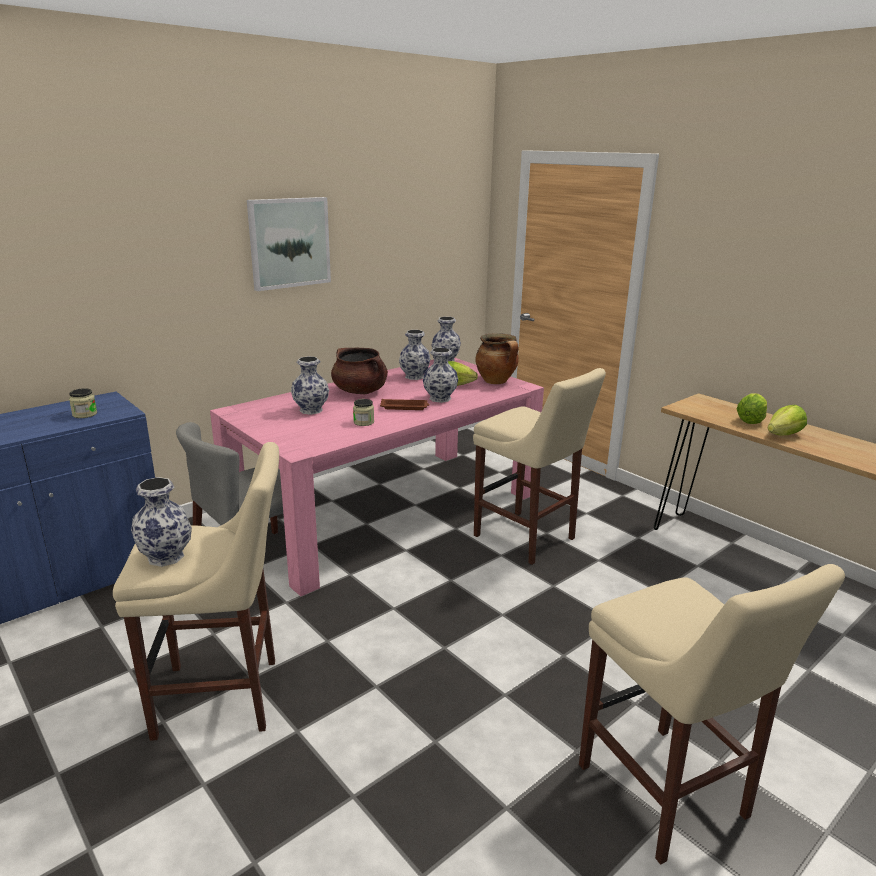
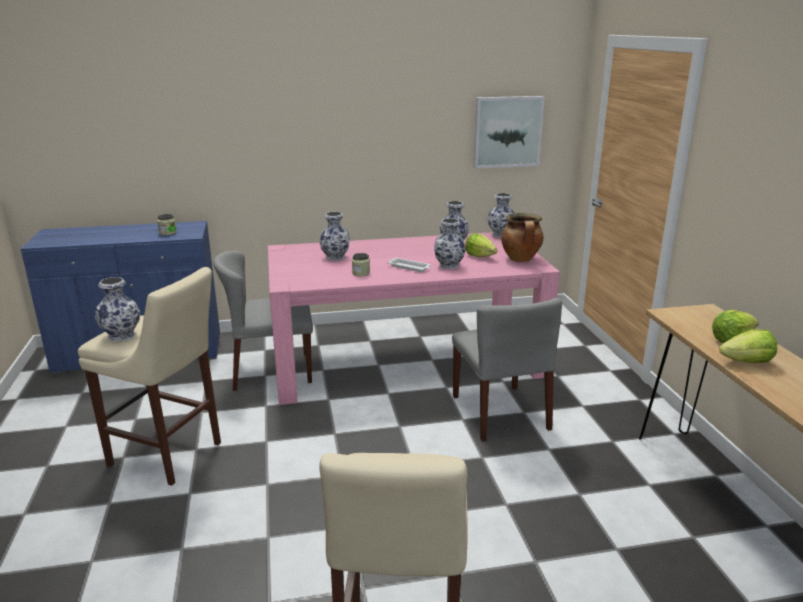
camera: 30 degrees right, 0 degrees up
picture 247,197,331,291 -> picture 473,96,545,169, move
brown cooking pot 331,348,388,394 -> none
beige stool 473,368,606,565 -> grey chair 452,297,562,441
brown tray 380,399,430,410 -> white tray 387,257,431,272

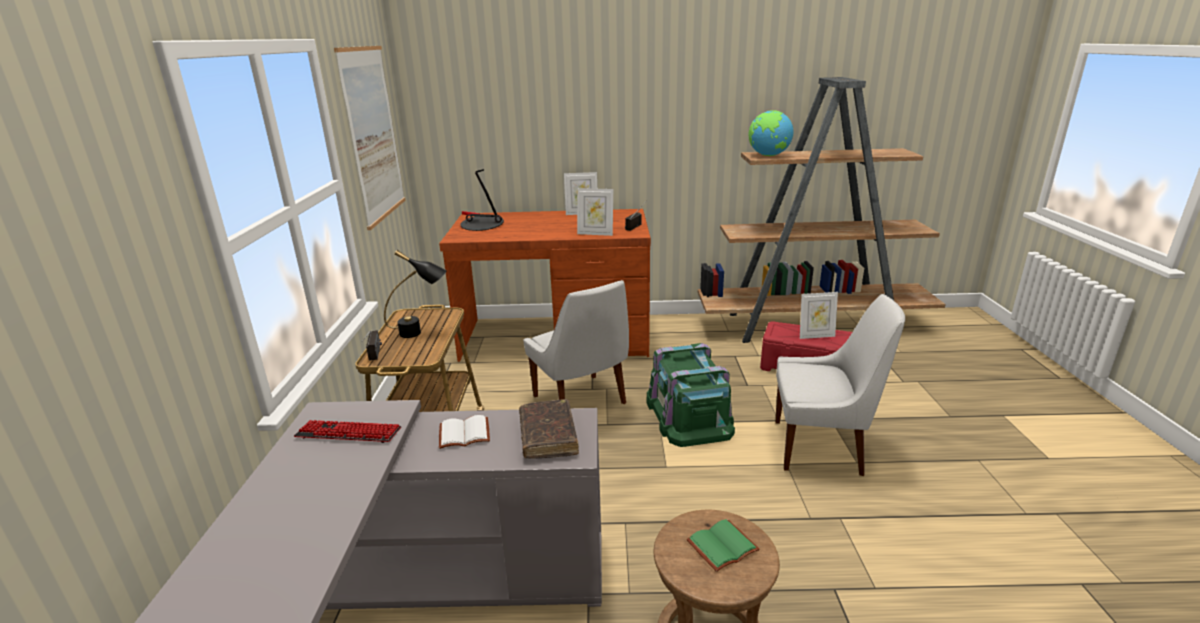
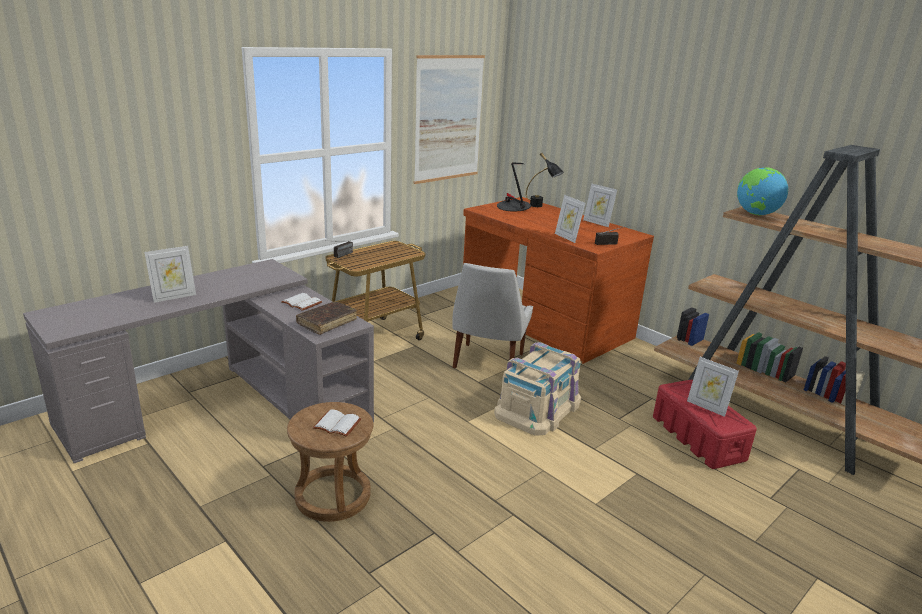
camera: 45 degrees right, 0 degrees up
black table lamp 384,250,447,338 -> black table lamp 526,153,564,207, move
white chair 775,294,905,476 -> none
green storage box 646,343,735,447 -> beige storage box 494,342,581,436
keyboard 294,420,401,443 -> none
green book 686,519,760,572 -> white book 313,410,362,437
none -> picture frame 144,246,196,303

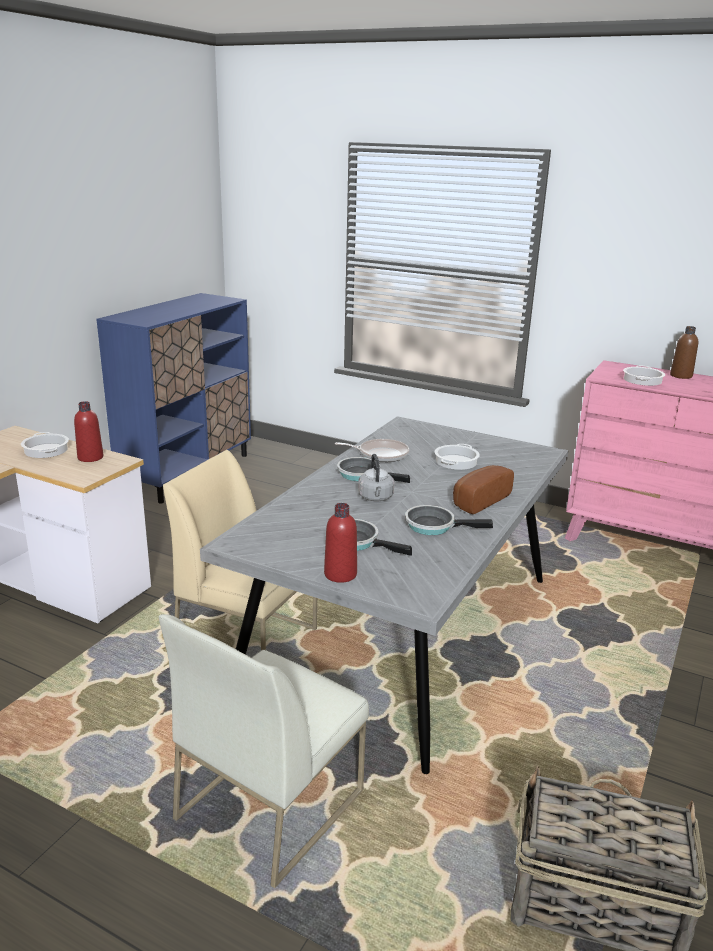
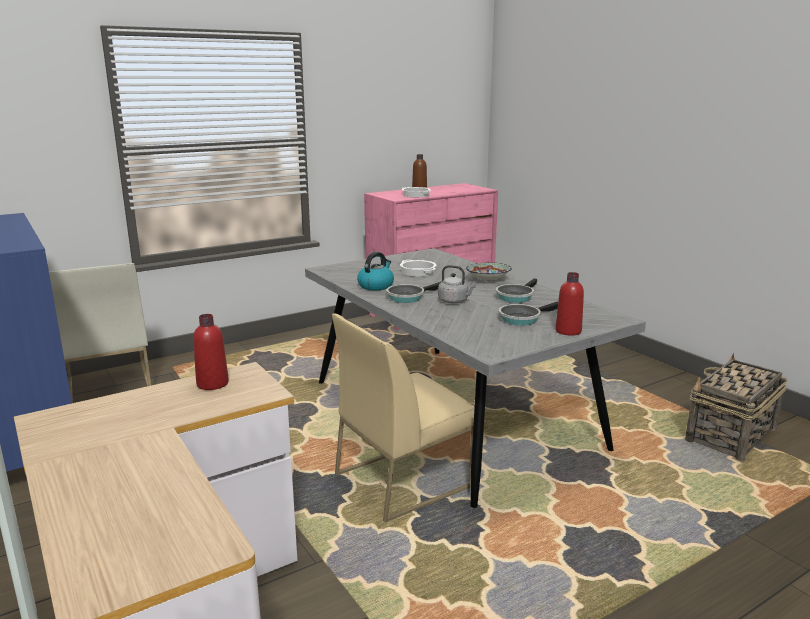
camera: 60 degrees left, 5 degrees down
cooking pot 21,432,69,458 -> none
frying pan 335,439,409,462 -> kettle 357,252,394,290
bread 453,465,514,514 -> bowl 466,263,512,281
white chair 159,614,369,888 -> white chair 49,263,151,403, move

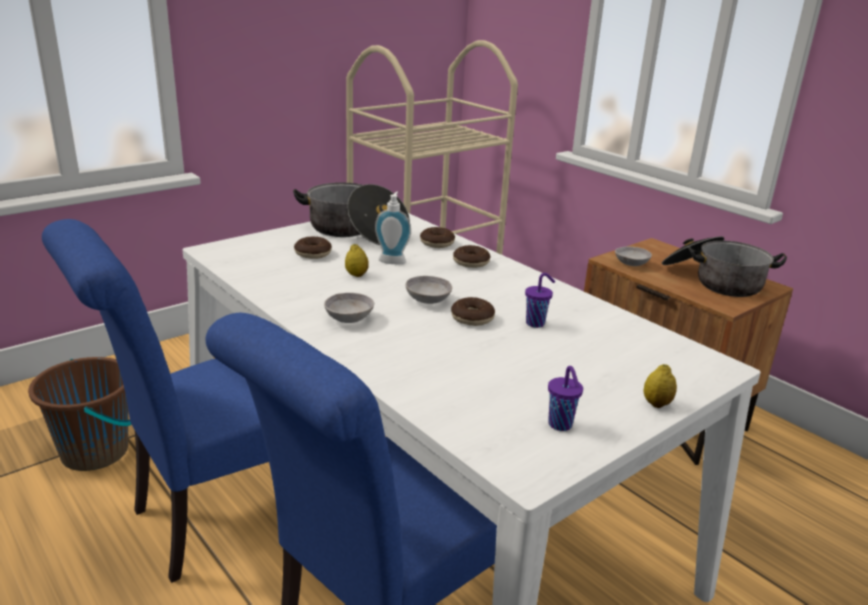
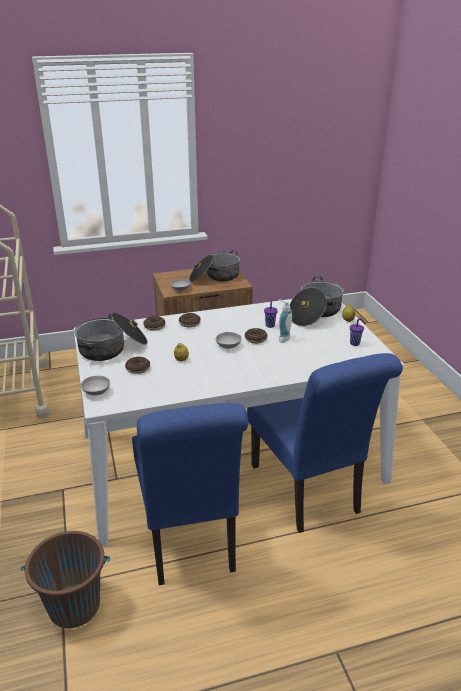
camera: 65 degrees left, 5 degrees up
soap dispenser 375,192,411,264 -> soap dispenser 279,300,292,343, move
grey bowl 324,293,374,323 -> grey bowl 81,376,110,395, move
none -> cooking pot 290,276,344,326

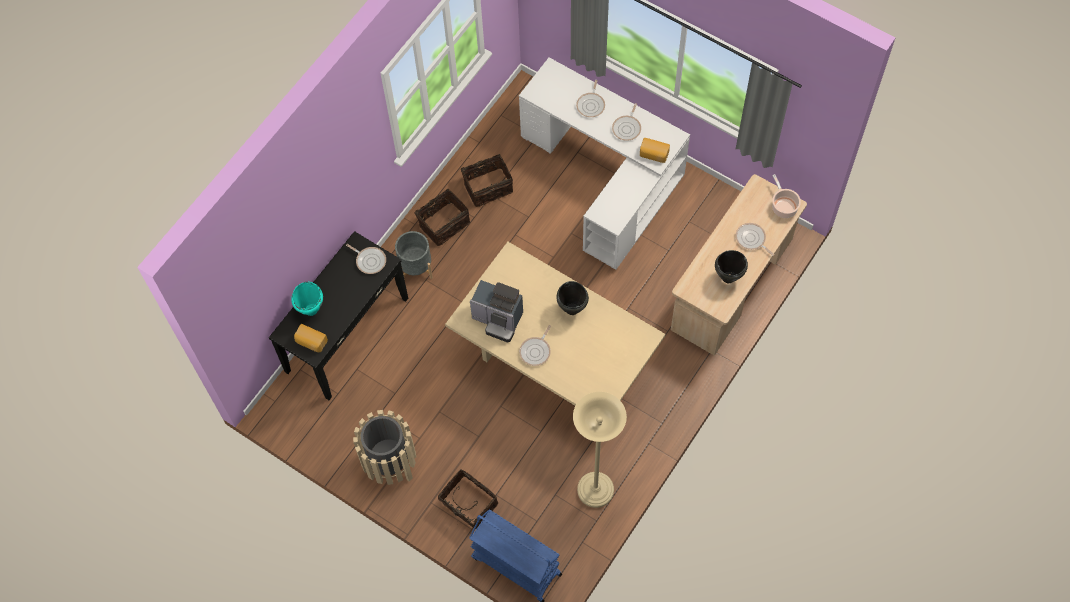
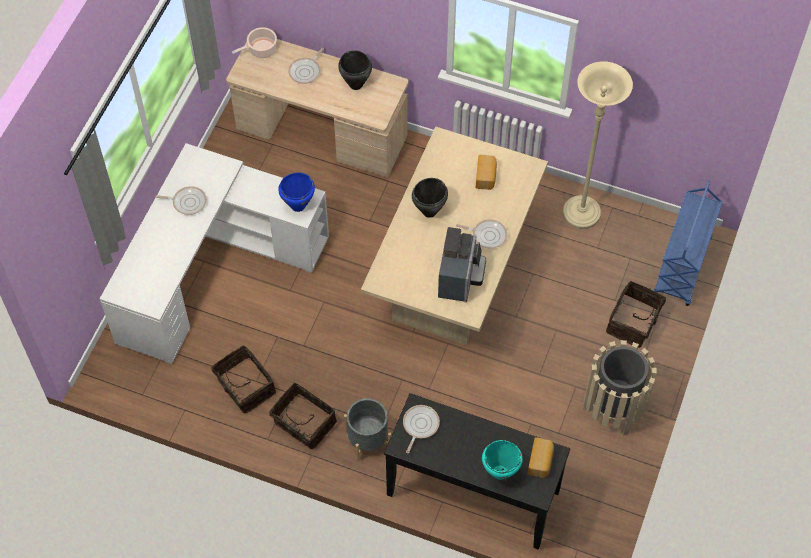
camera: 105 degrees left, 5 degrees down
frying pan 576,80,605,117 -> none
bread 640,138,670,163 -> bread 476,155,497,190, move
none -> blue cooking pot 278,172,315,212

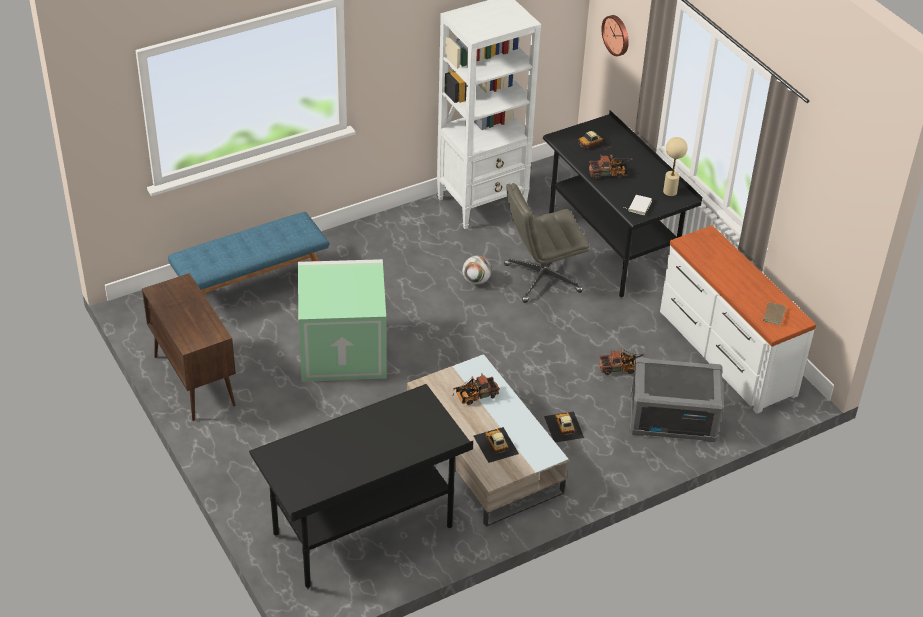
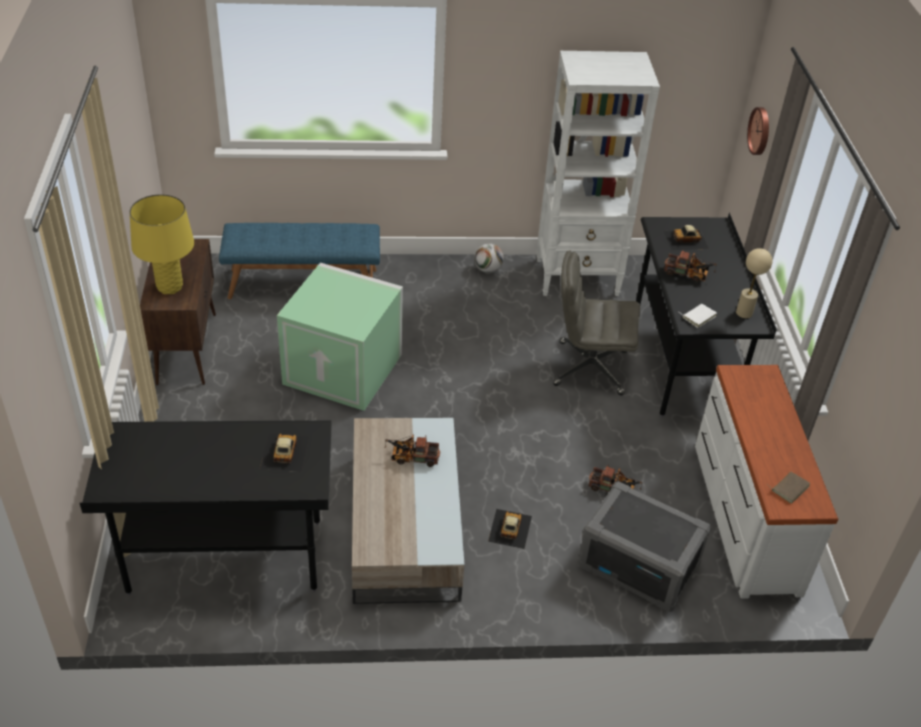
camera: 25 degrees right, 0 degrees up
football 462,256,491,285 -> football 474,243,504,273, move
toy car 474,427,519,463 -> toy car 260,433,309,472, move
none -> yellow table lamp 130,194,194,294

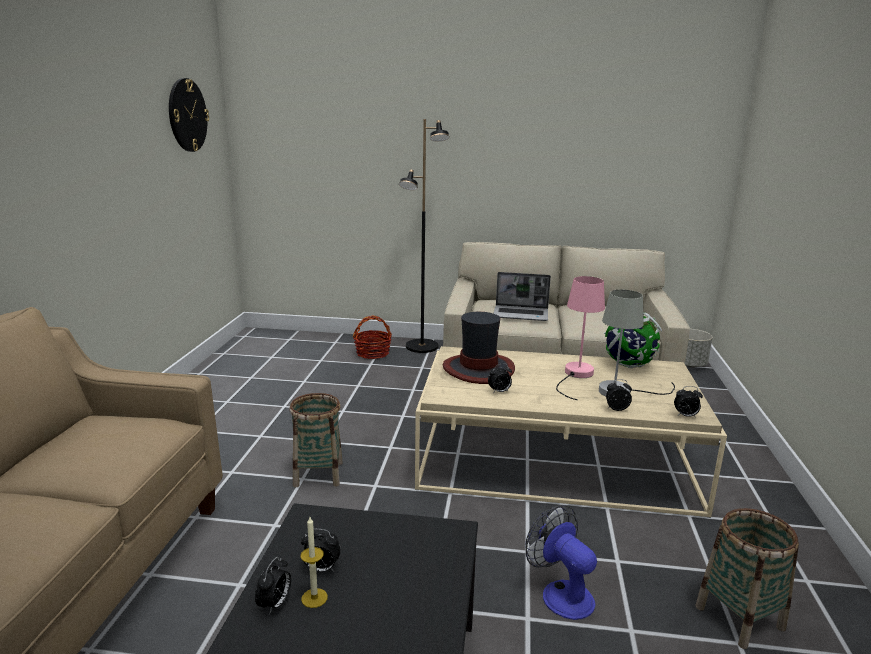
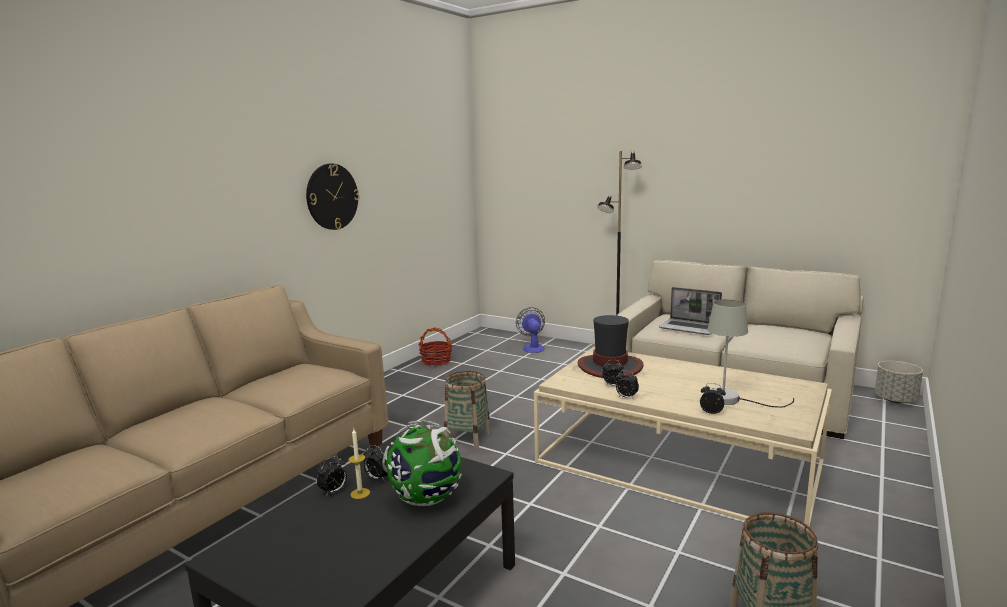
camera: 25 degrees right, 5 degrees down
wall clock 169,78,209,152 -> wall clock 306,164,359,230, move
pink table lamp 556,276,605,400 -> none
globe 604,312,662,368 -> globe 382,420,462,506, move
basket 352,315,392,359 -> basket 419,327,452,366, move
alarm clock 674,386,703,417 -> alarm clock 616,370,639,398, move
fan 525,505,597,620 -> fan 516,307,545,353, move

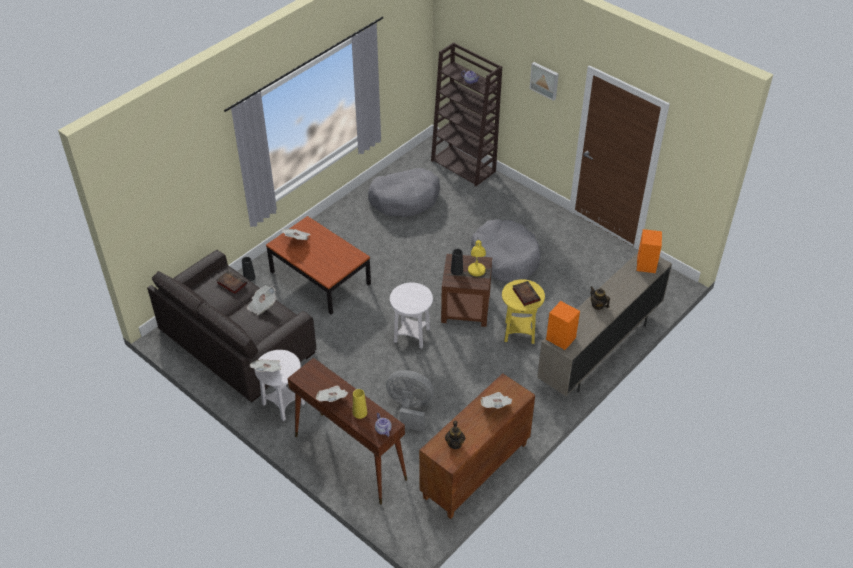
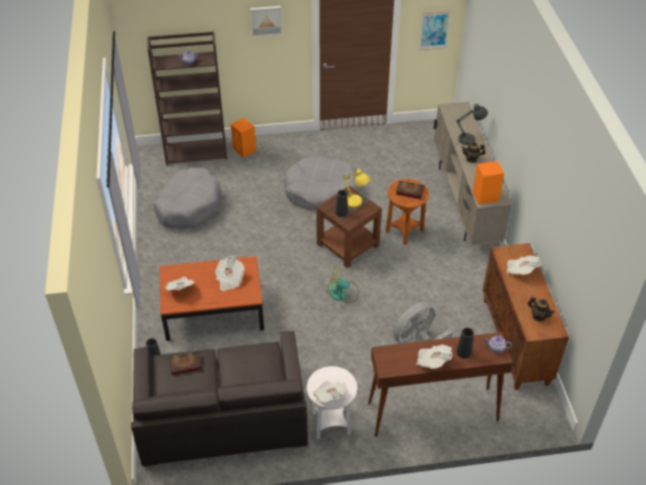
camera: 50 degrees left, 0 degrees up
orange speaker 637,229,662,273 -> orange speaker 231,118,256,158, move
yellow side table 502,279,545,344 -> brown side table 385,179,429,245
white side table 390,282,433,348 -> fan 327,265,359,303
newspaper 247,285,276,315 -> newspaper 215,256,245,291, move
yellow vase 353,389,367,419 -> black vase 456,328,474,359
none -> picture 419,11,450,50
none -> grey table lamp 456,104,488,145

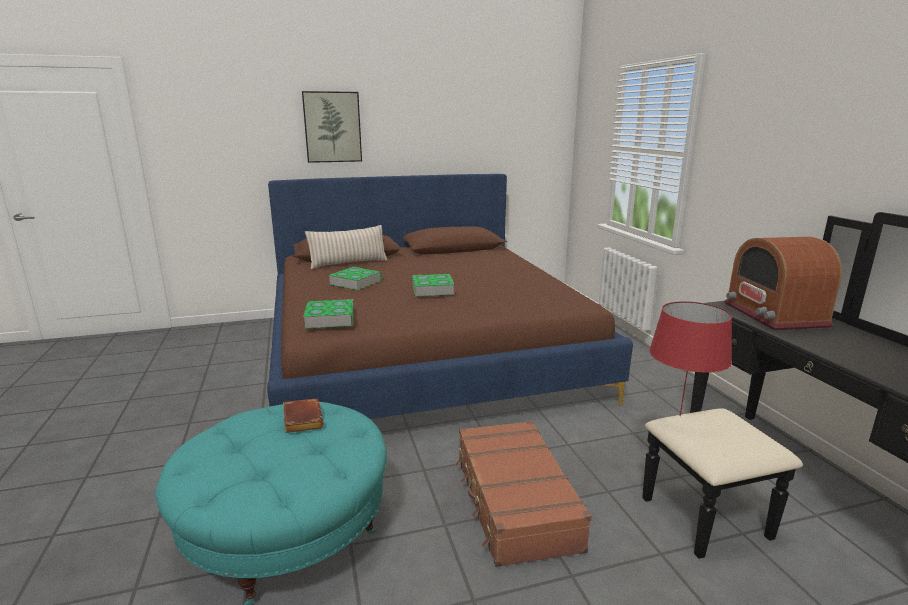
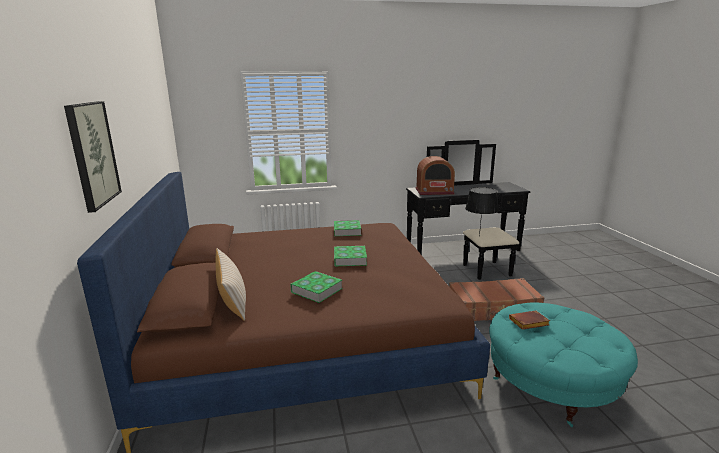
camera: 85 degrees left, 0 degrees up
book 303,299,354,329 -> book 334,220,361,236, move
red table lamp 649,301,732,416 -> black table lamp 465,187,499,237

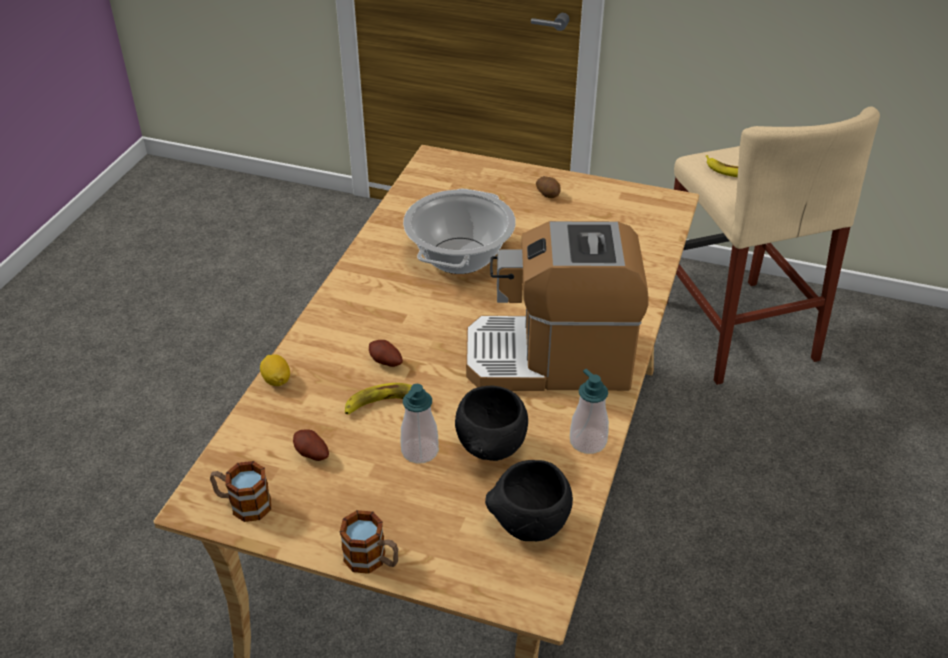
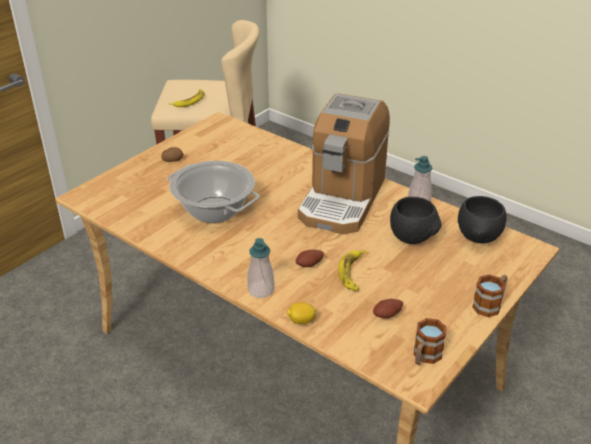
camera: 70 degrees left, 5 degrees down
soap dispenser 401,384,439,463 -> soap dispenser 248,238,275,298, move

